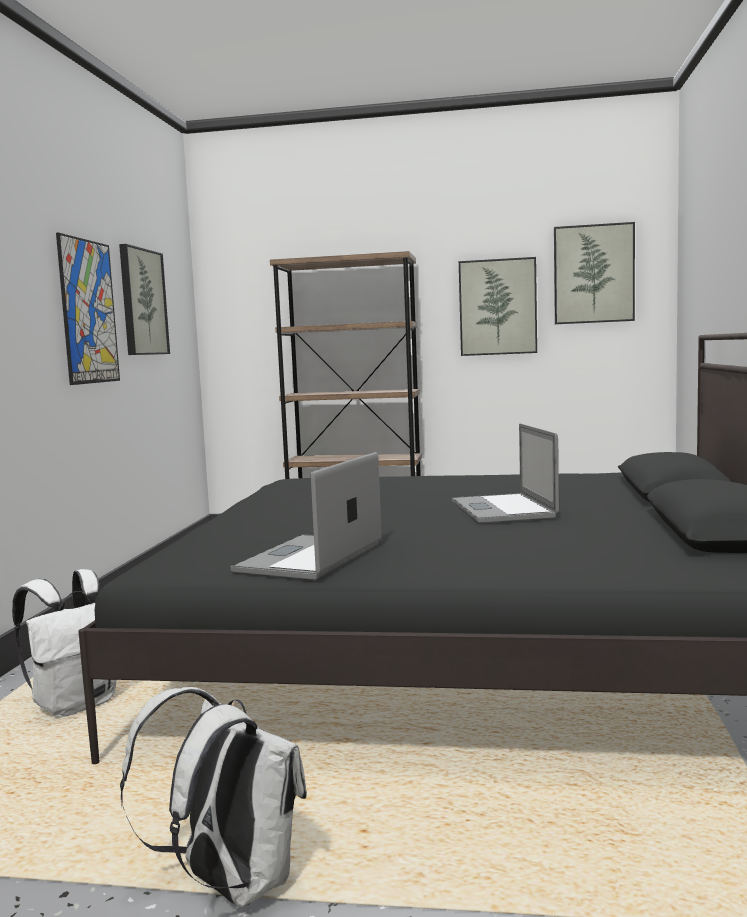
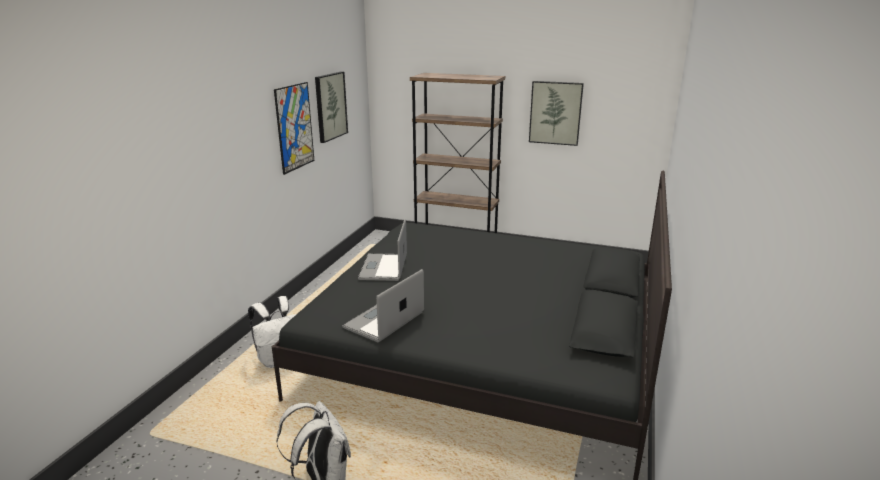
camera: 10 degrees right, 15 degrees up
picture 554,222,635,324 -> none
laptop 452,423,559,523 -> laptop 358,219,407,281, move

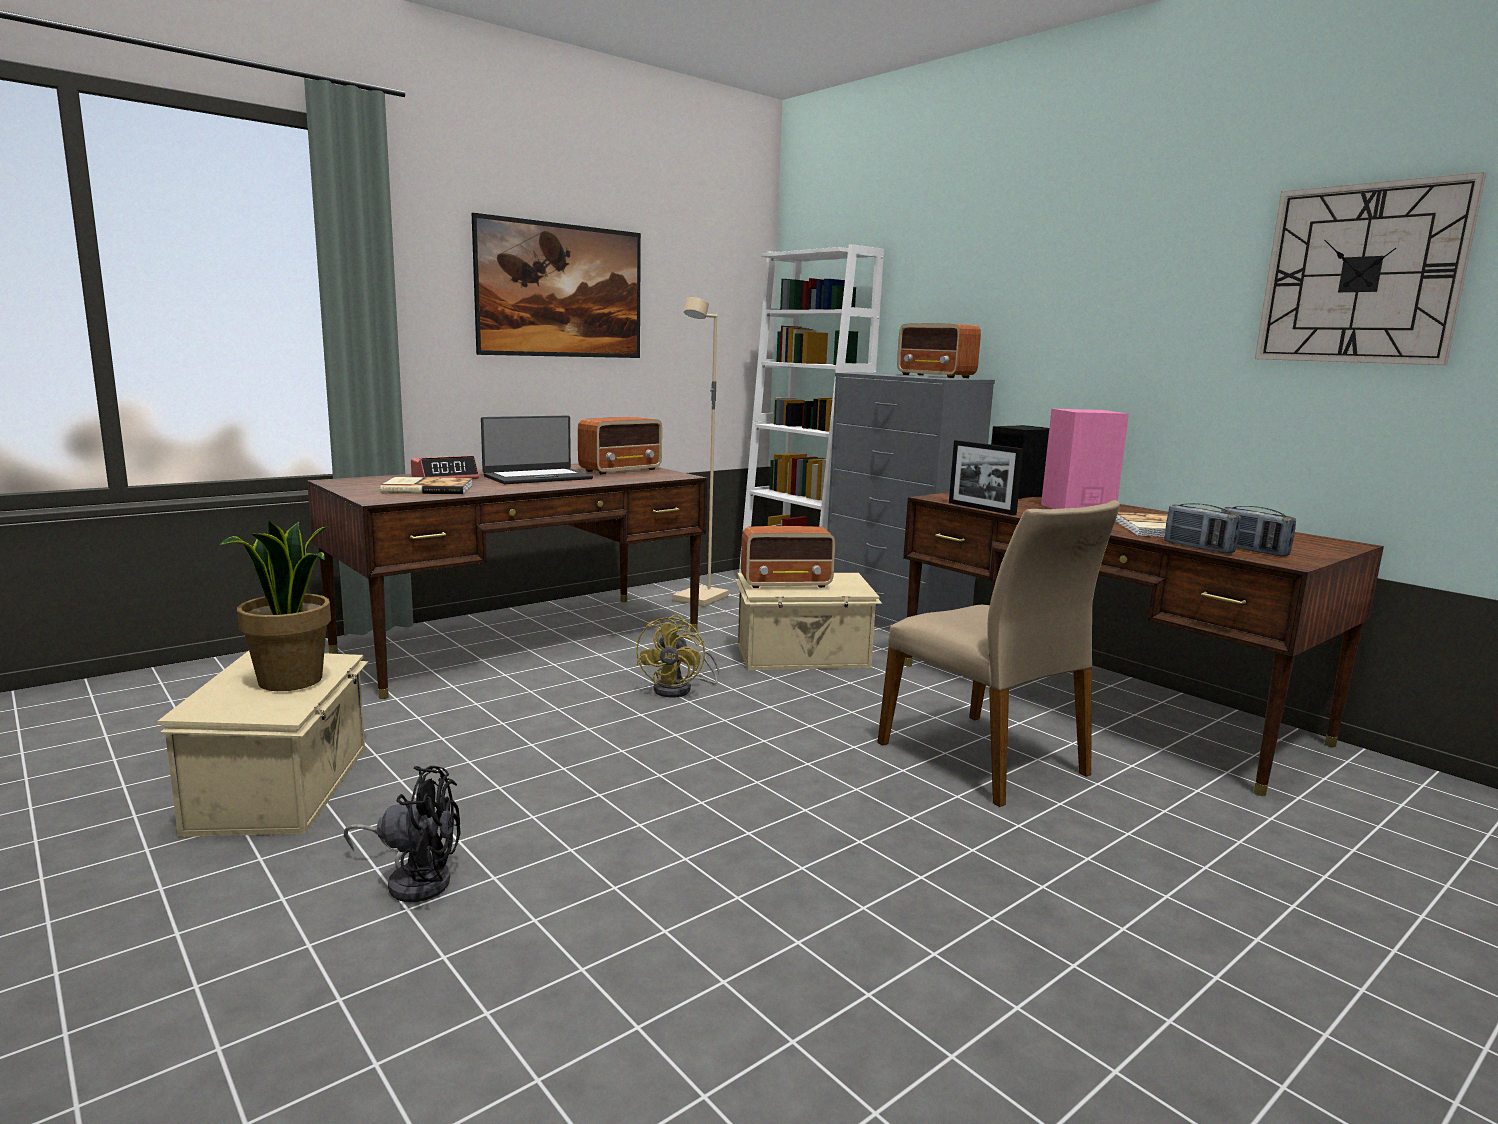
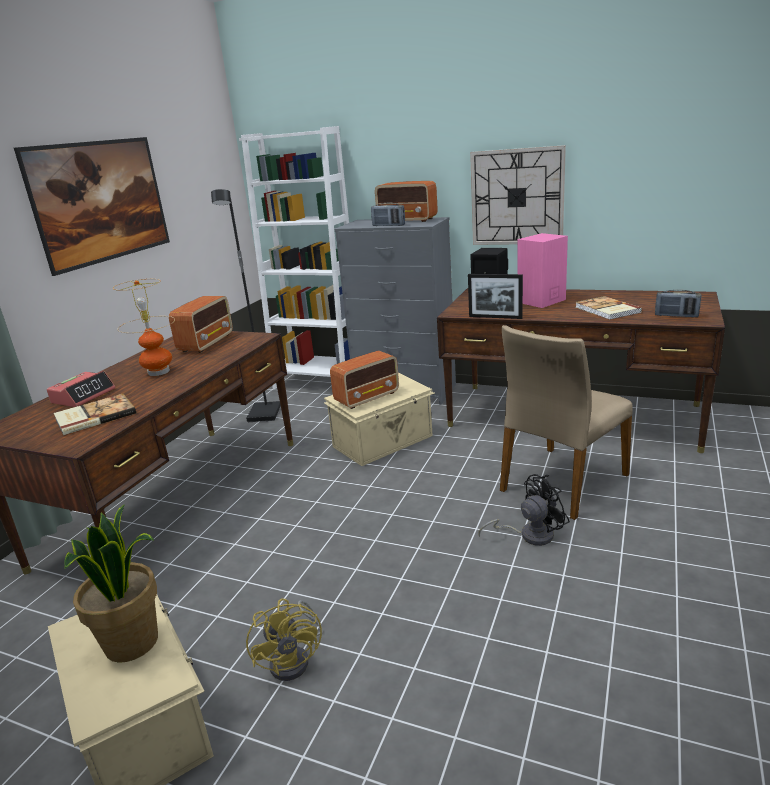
camera: 25 degrees left, 10 degrees up
wall clock 1255,172,1486,365 -> wall clock 470,145,566,245, move
beige floor lamp 673,297,729,607 -> black floor lamp 211,189,281,422
laptop 481,416,593,484 -> table lamp 113,279,175,376
beige chair 877,500,1120,807 -> beige chair 500,325,633,520, 105 degrees clockwise
radio 1164,503,1241,554 -> radio 371,203,405,226, move
yellow fan 636,615,719,697 -> yellow fan 246,599,323,681, move
black fan 344,766,461,902 -> black fan 478,474,570,546, move

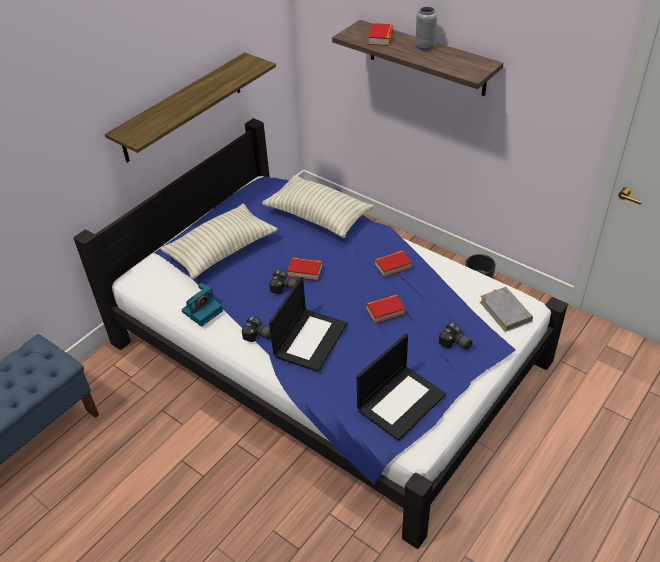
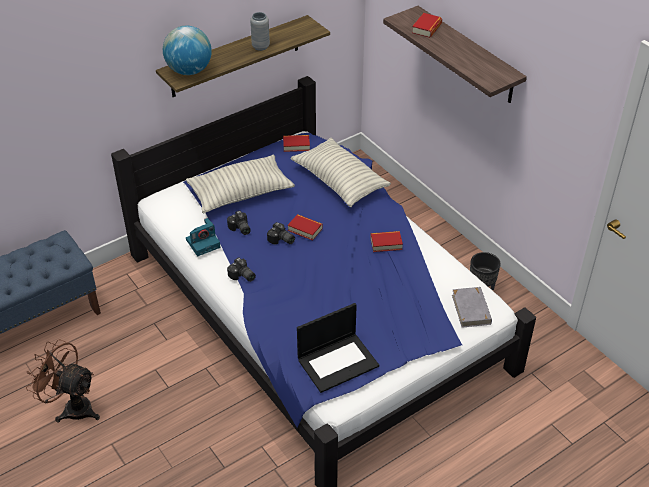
camera: 15 degrees right, 0 degrees up
grey vase 415,6,437,51 -> grey vase 250,12,270,51, move
laptop 269,277,347,372 -> none
book 366,295,405,324 -> book 283,135,310,152, move
photo camera 439,322,473,350 -> photo camera 227,211,251,235, move
none -> globe 163,26,212,75
none -> brown fan 26,339,100,423

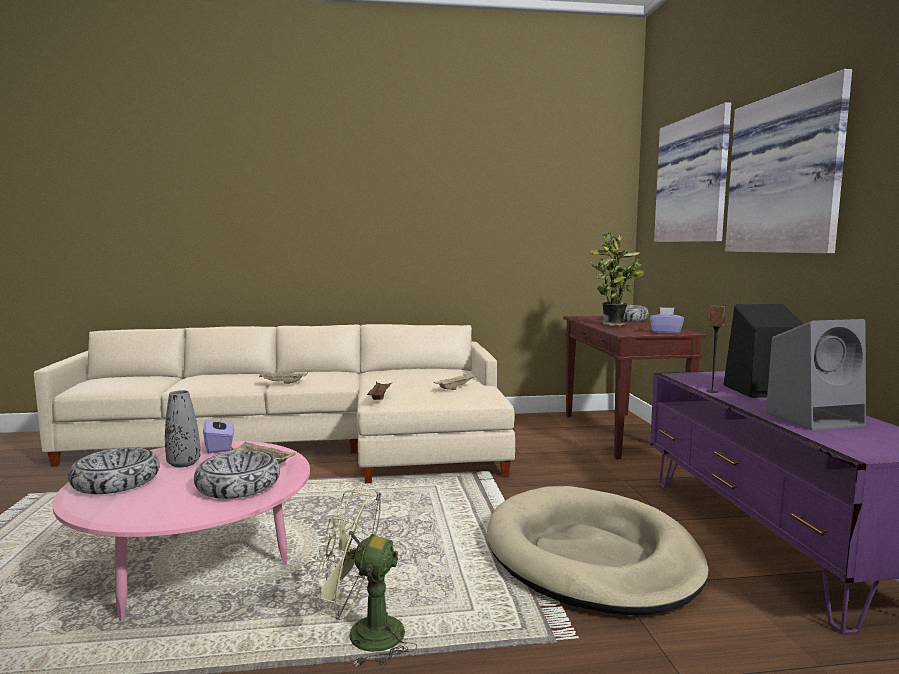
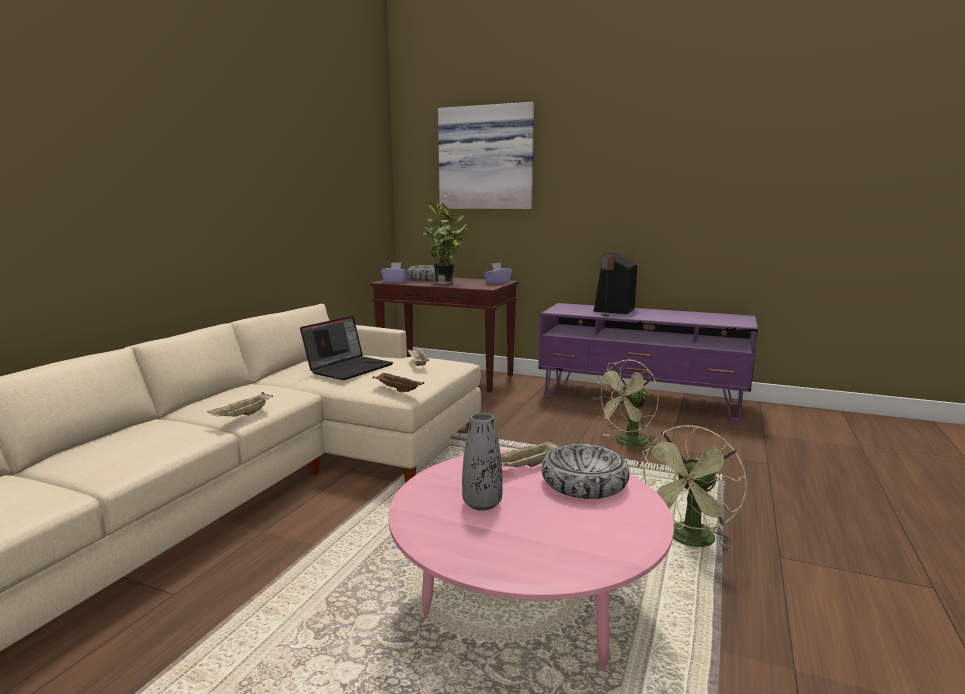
camera: 60 degrees left, 5 degrees up
picture 725,69,852,254 -> none
grey speaker 766,319,866,430 -> none
purple tissue box 203,415,234,453 -> purple tissue box 381,262,410,283, move
bowl 68,447,160,494 -> none
beige dog bed 487,486,708,615 -> green fan 593,359,659,451
none -> laptop 300,316,393,380

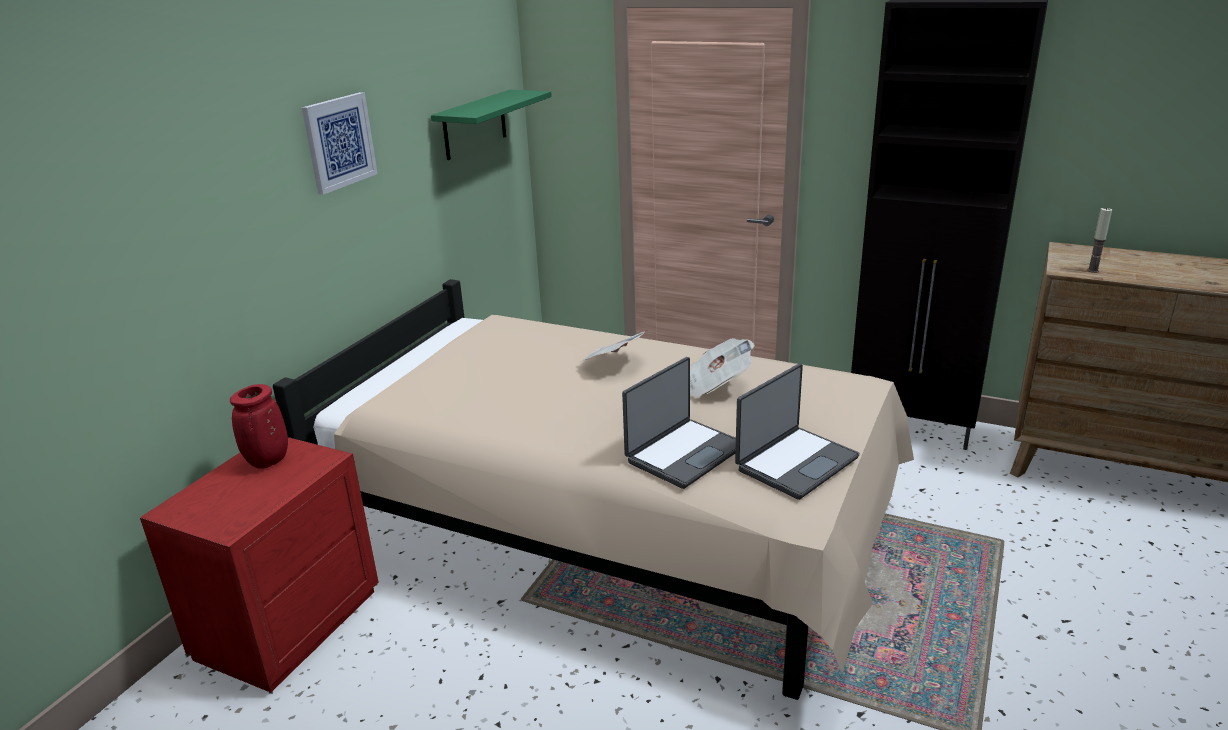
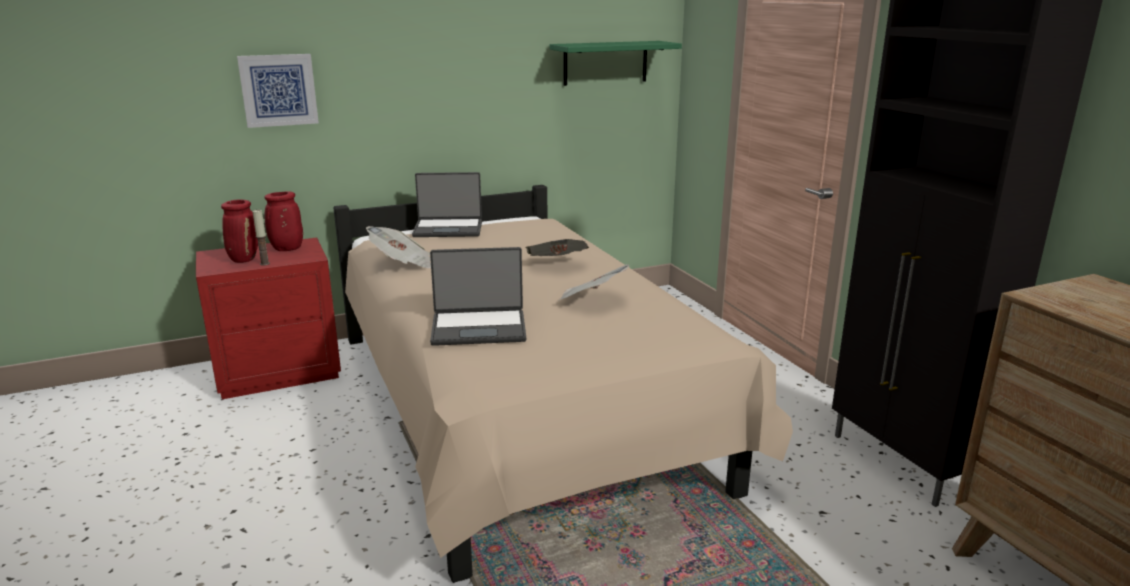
camera: 40 degrees right, 5 degrees down
picture 302,92,378,195 -> picture 237,54,319,128, move
candle 1087,207,1112,273 -> candle 252,209,270,266, move
laptop 735,364,860,500 -> laptop 412,172,482,237, move
none -> red vase 221,199,258,263
none -> newspaper 366,226,431,269

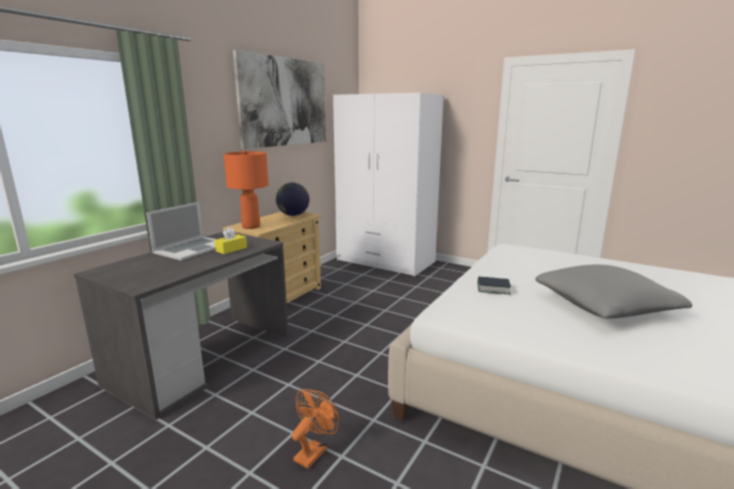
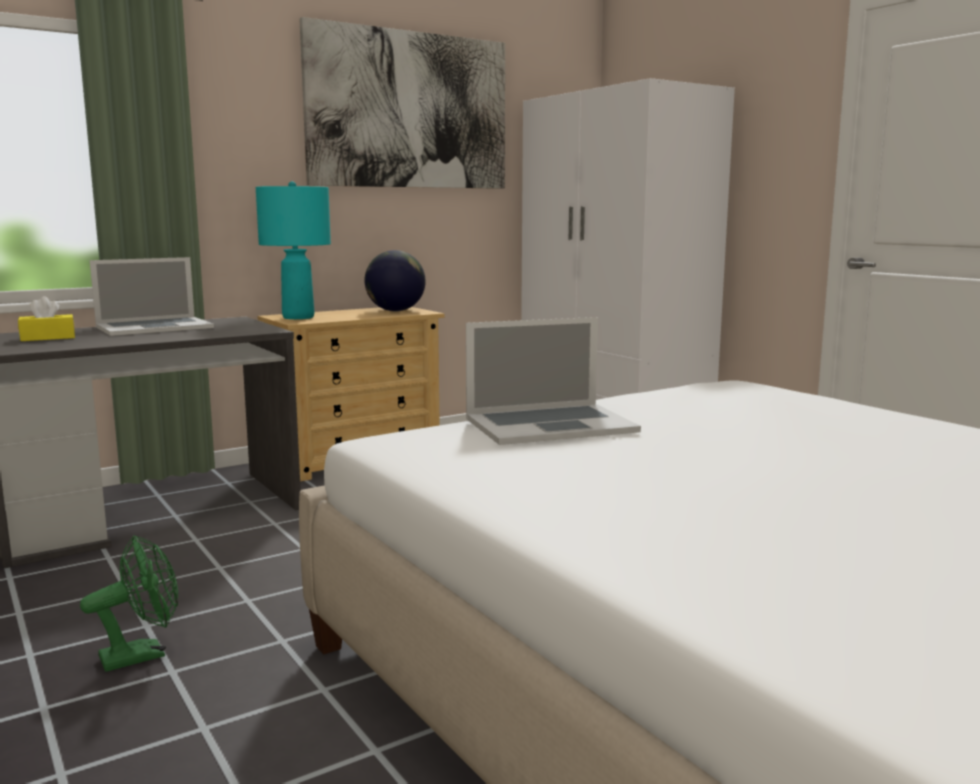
camera: 25 degrees right, 5 degrees down
orange table lamp 224,150,269,229 -> turquoise table lamp 256,181,331,319
yellow tissue box 214,227,247,254 -> yellow tissue box 18,296,75,341, move
grey pillow 535,265,692,319 -> none
book 477,277,511,295 -> laptop 466,317,641,445
orange fan 292,389,340,469 -> green fan 80,535,178,672

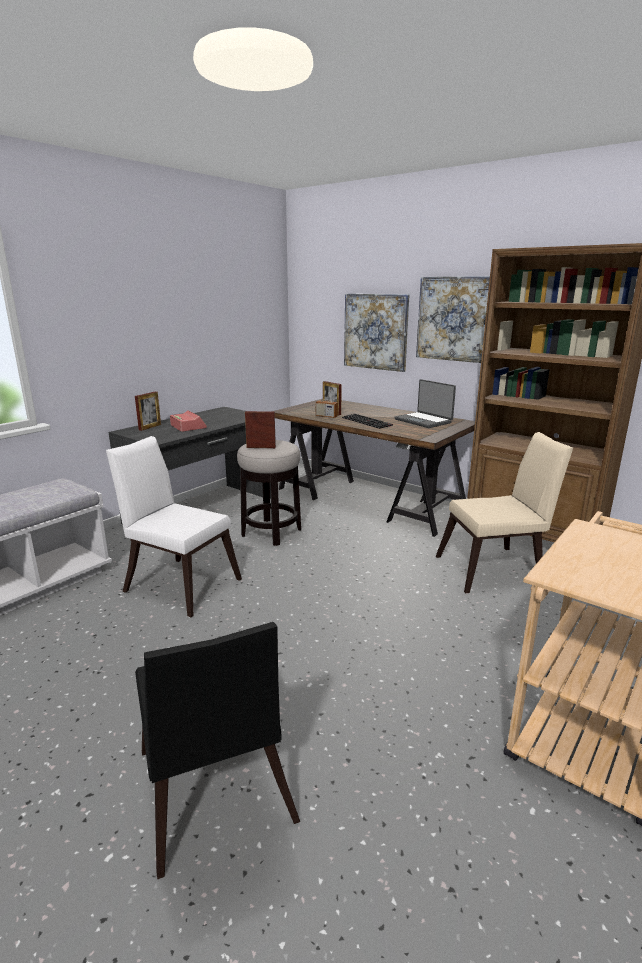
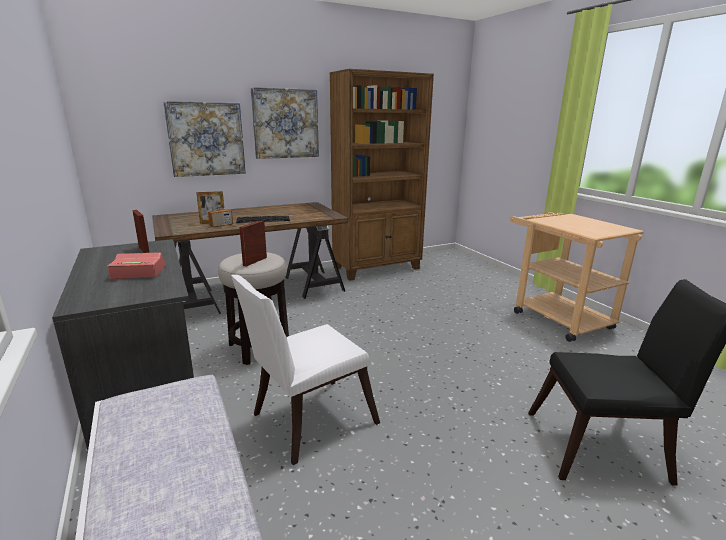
camera: 65 degrees left, 0 degrees up
laptop 394,379,456,428 -> none
picture frame 135,392,161,431 -> picture frame 132,210,150,253, move
beige chair 436,432,573,593 -> none

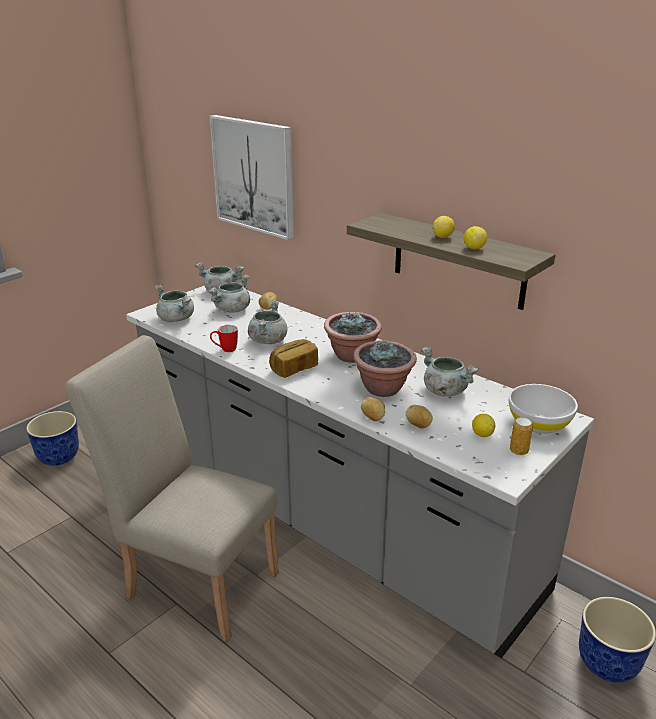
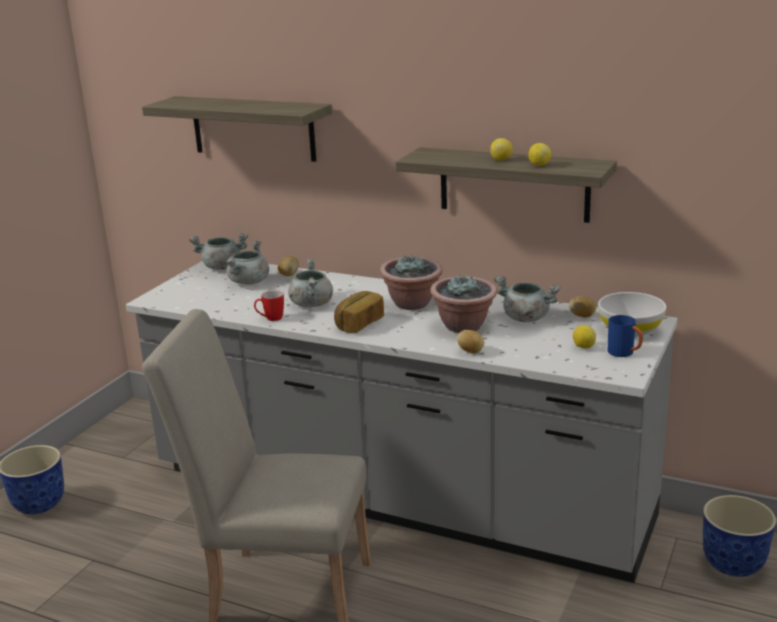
camera: 15 degrees left, 5 degrees down
picture 209,115,294,240 -> shelf 142,96,332,162
grey cooking pot 154,285,194,322 -> none
potato 406,405,433,428 -> potato 569,296,597,318, move
can 510,417,533,455 -> blue mug 608,315,643,357

